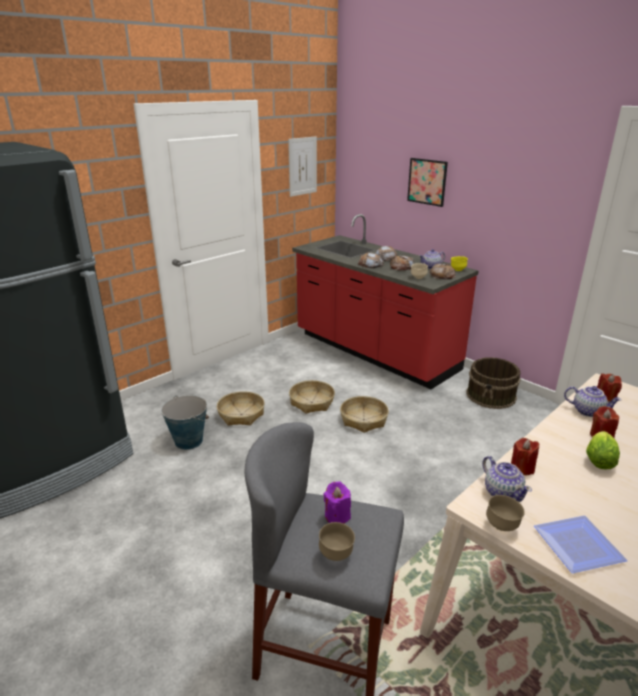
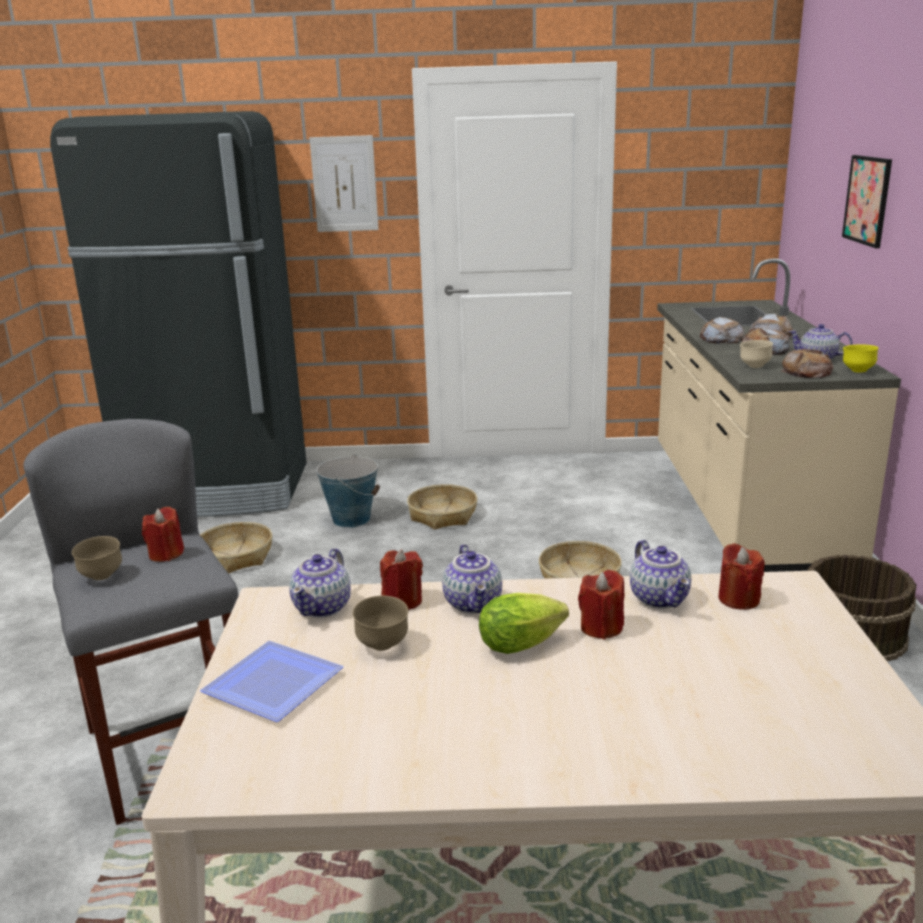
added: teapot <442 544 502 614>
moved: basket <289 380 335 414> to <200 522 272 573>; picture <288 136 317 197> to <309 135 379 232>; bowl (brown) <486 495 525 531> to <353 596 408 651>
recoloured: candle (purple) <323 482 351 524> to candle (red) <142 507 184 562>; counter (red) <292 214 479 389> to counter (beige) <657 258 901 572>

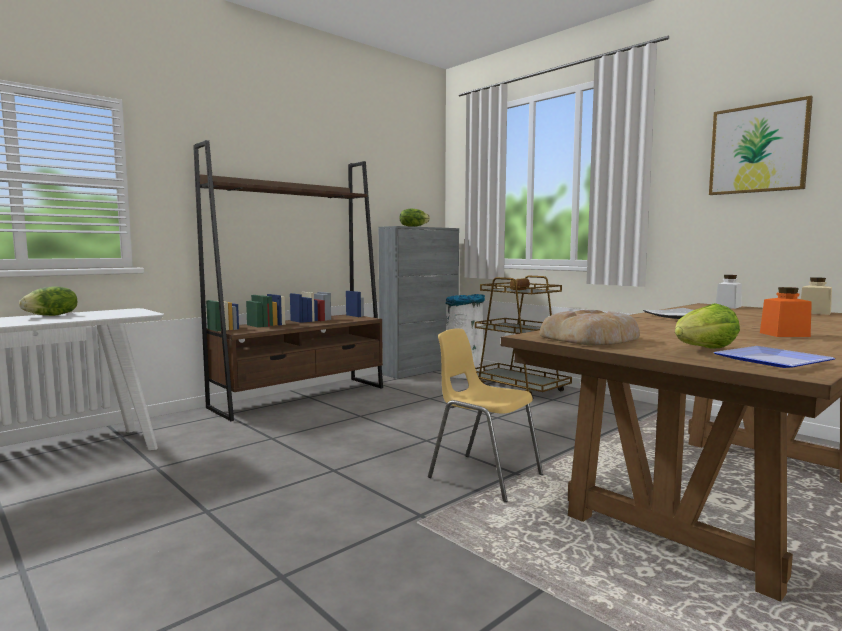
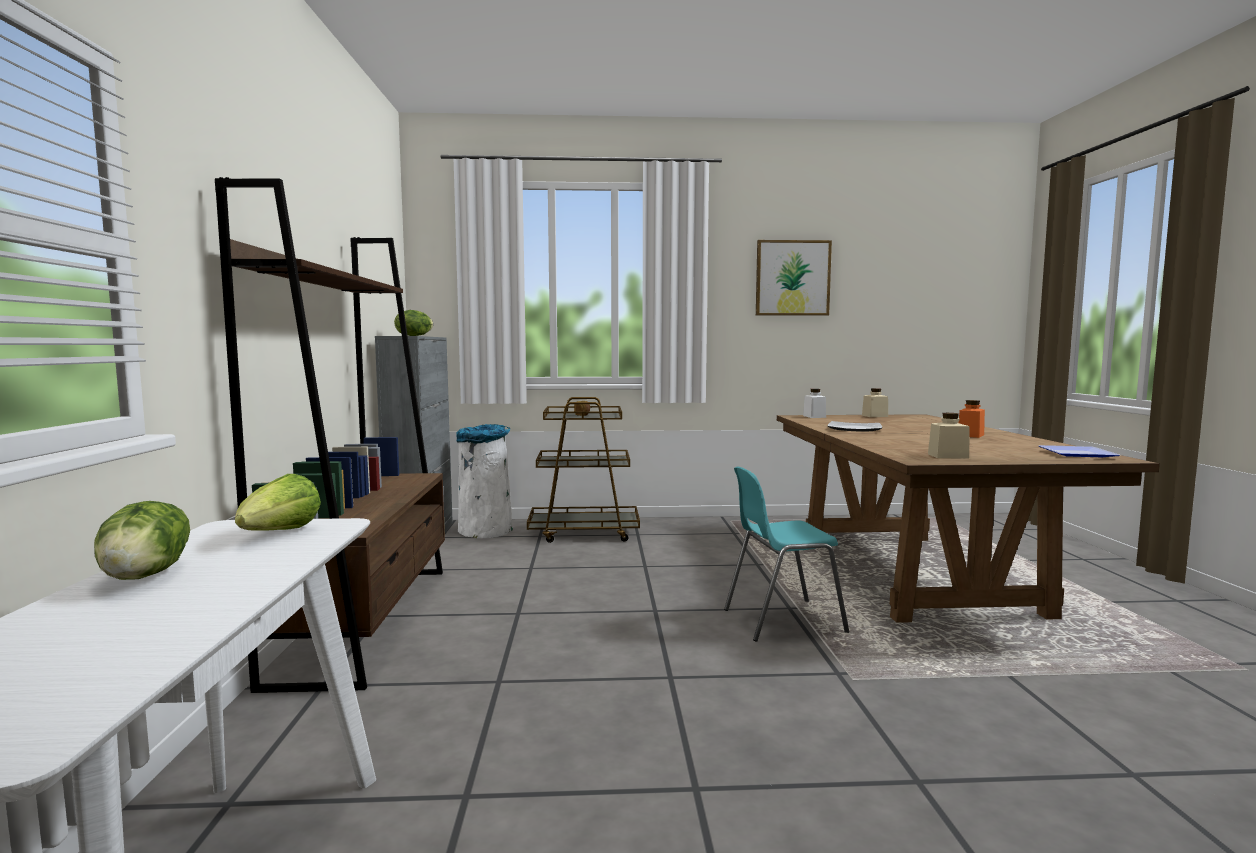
moved: lettuce <675 303 740 349> to <235 474 321 531>
replaced: bread <539 310 640 345> to jar (beige) <928 413 970 459>
recoloured: chair (yellow) <428 329 543 502> to chair (turquoise) <724 467 849 642>

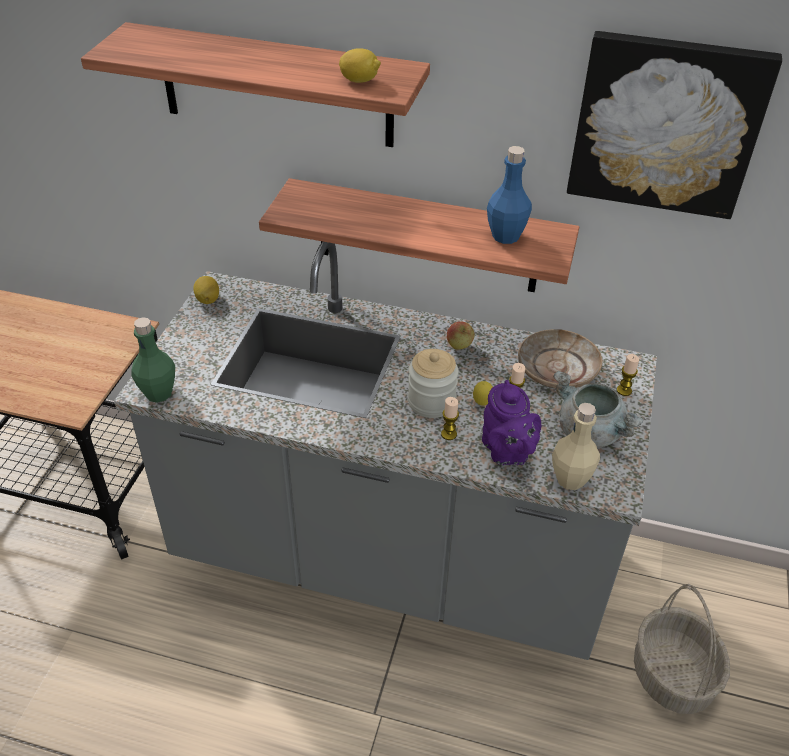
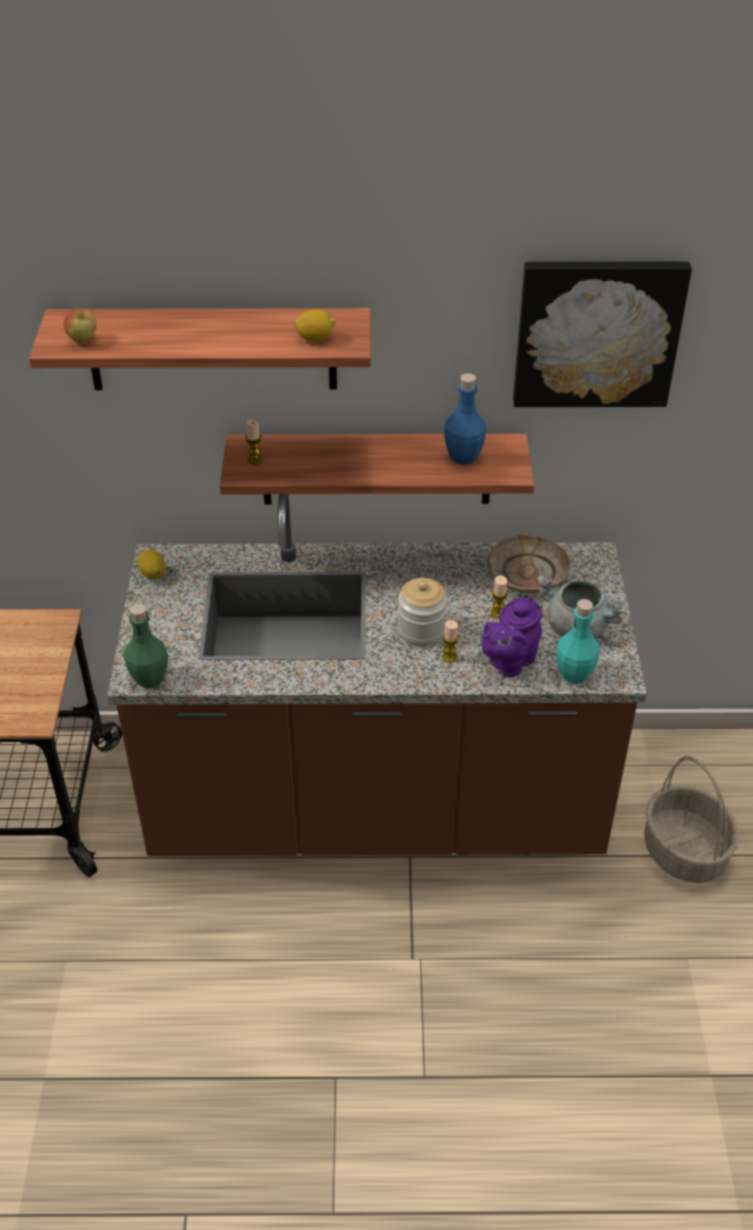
removed: lemon <473 381 493 406>
moved: apple <447 321 474 350> to <64 308 97 342>; candle <617 354 639 396> to <245 419 263 465>
recoloured: counter (grey) <114 242 657 660> to counter (brown) <107 494 647 856>; bottle (beige) <552 403 600 490> to bottle (turquoise) <556 599 600 684>
turned: teapot (purple) <482 380 541 465> = <482 597 543 677> 75 degrees clockwise

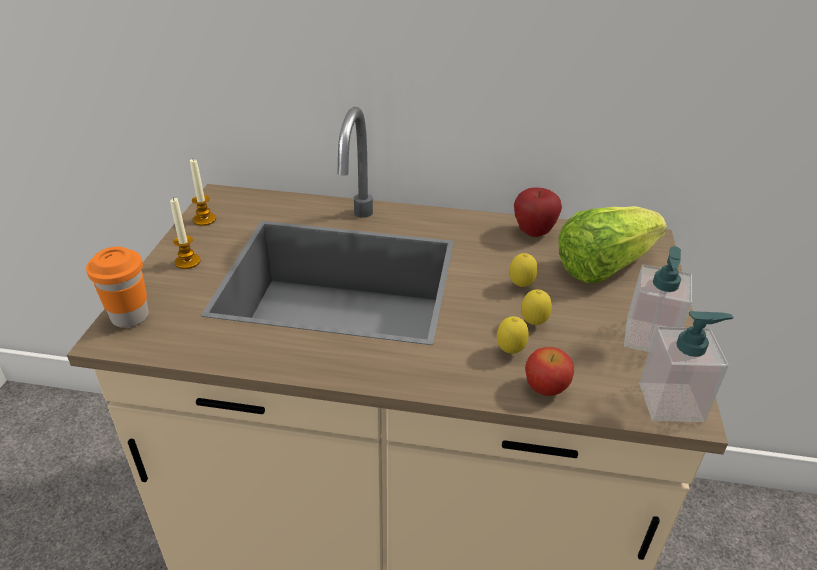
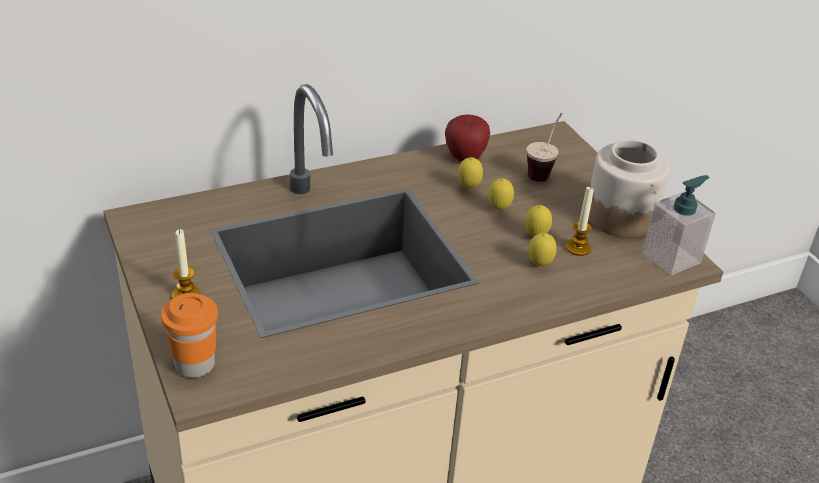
removed: apple <525 347 574 396>
added: lemon <458 157 483 189>
moved: candle <190 159 216 226> to <566 186 594 256>
replaced: lettuce <558 206 667 283> to cup <527 113 562 182>; soap dispenser <624 246 692 352> to jar <588 140 670 238>

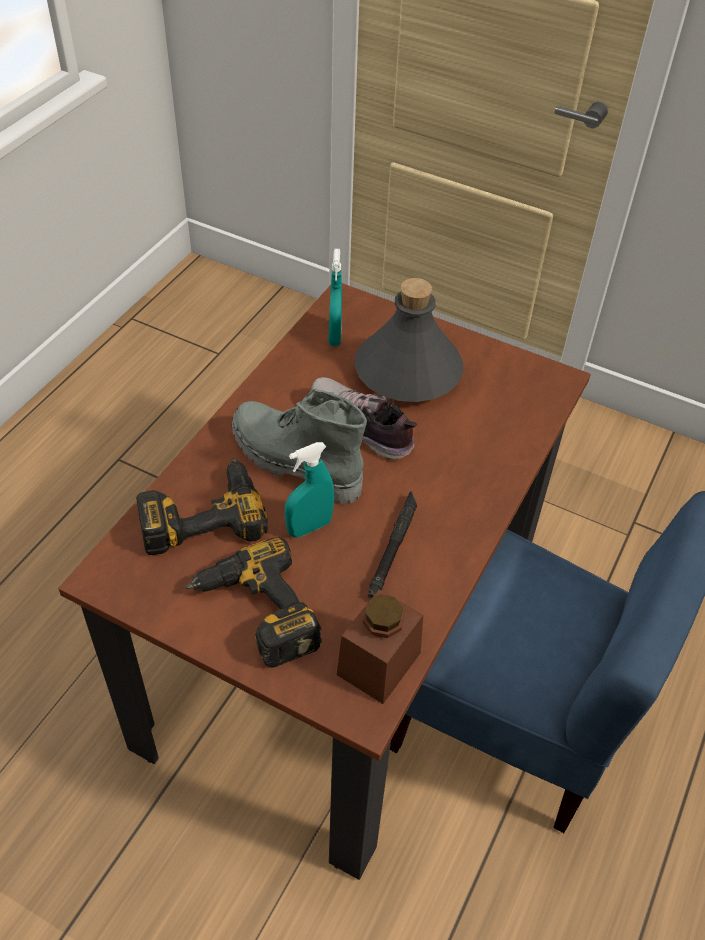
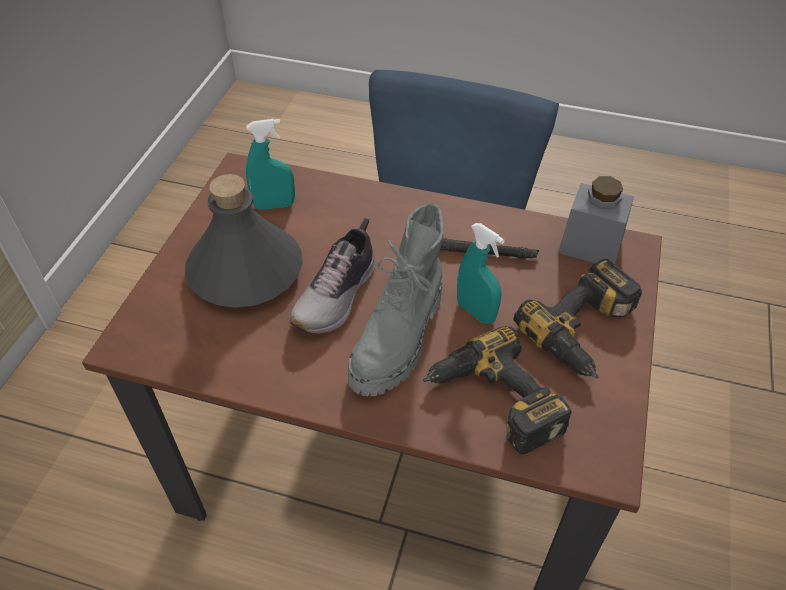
moved: spray bottle (turquoise) <328 249 342 346> to <246 119 295 210>
recoloured: jar (brown) <337 590 423 704> to jar (grey) <558 176 634 264>

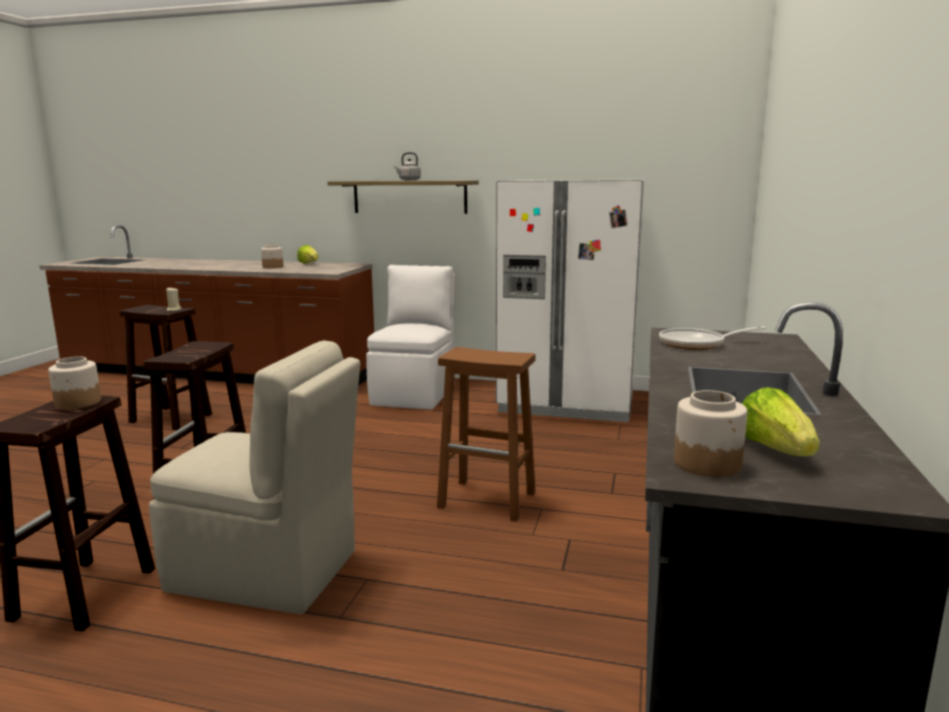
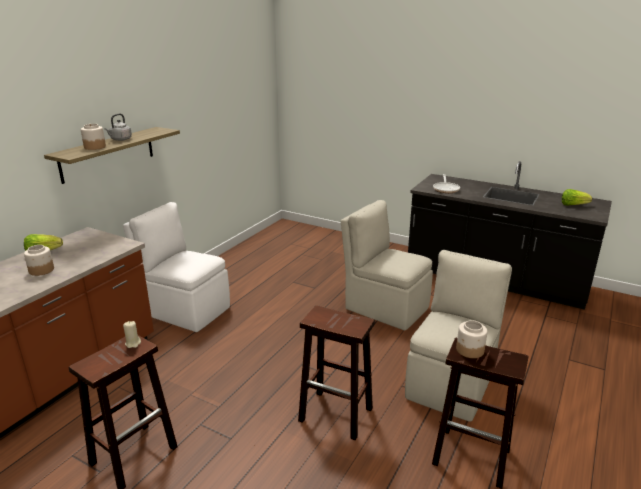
removed: fridge (white) <496 180 645 422>
moved: jar <674 390 747 477> to <81 124 106 150>
replaced: stool (brown) <437 347 536 522> to chair (beige) <341 200 433 331>

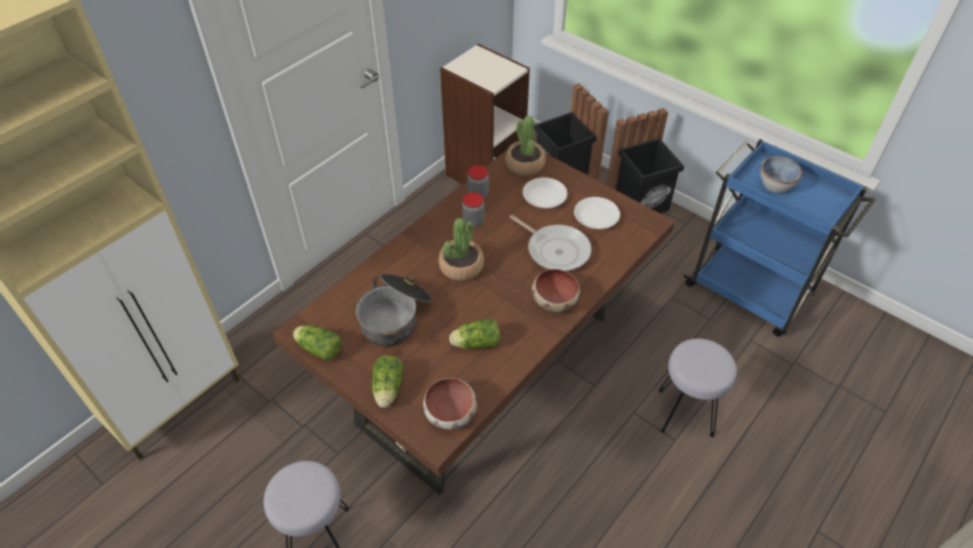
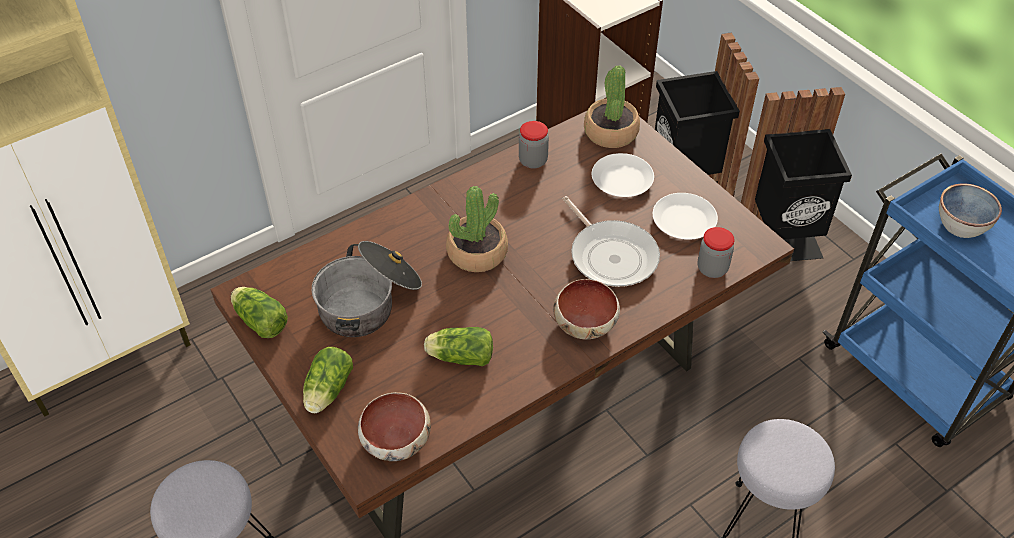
moved: jar <462 192 485 228> to <698 227 735 278>

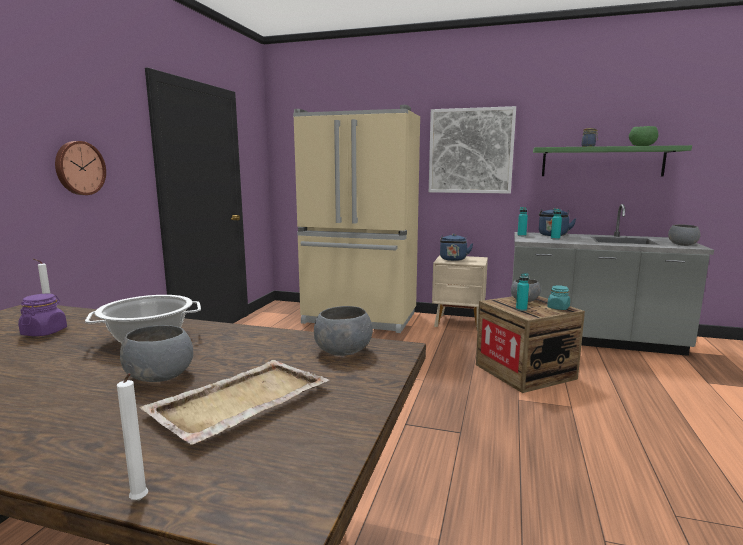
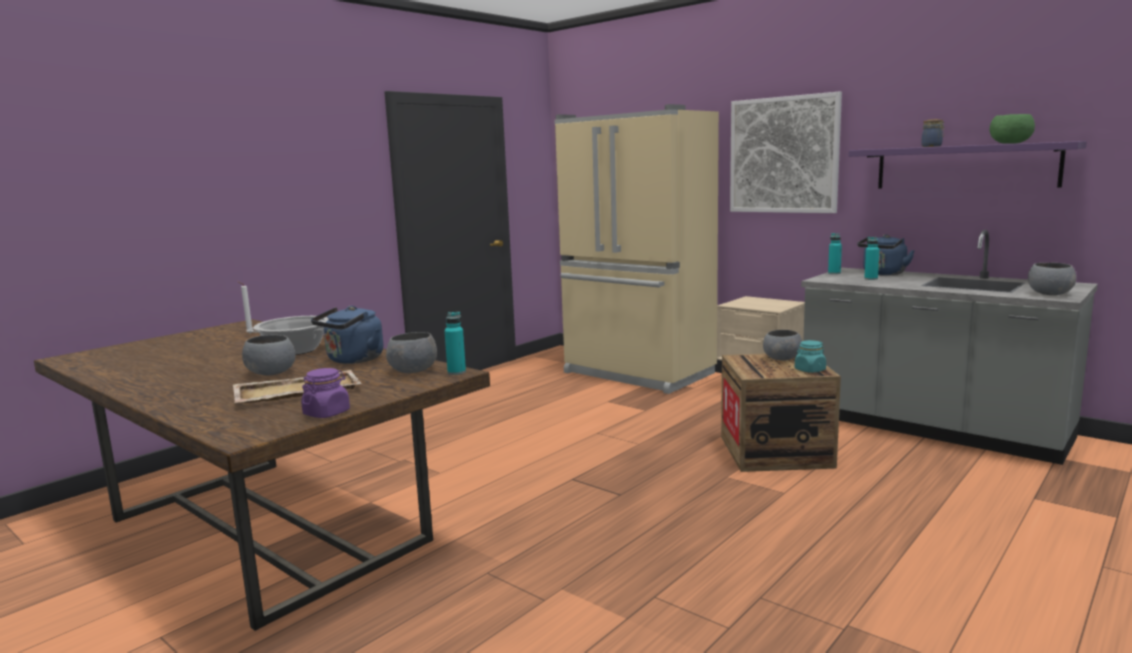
removed: wall clock <55 141 106 195>; candle (white) <117 373 148 500>
moved: jar (purple) <18 294 67 336> to <301 368 350 418>; kettle (blue) <440 234 473 261> to <311 306 383 364>; bottle (turquoise) <516 273 529 311> to <444 312 466 375>
recoloured: shelf (green) <533 145 692 177> to shelf (purple) <849 141 1087 188>

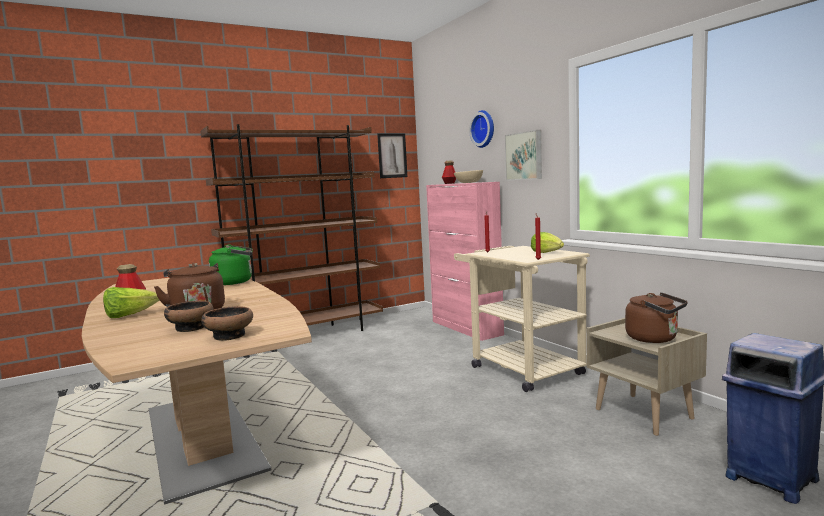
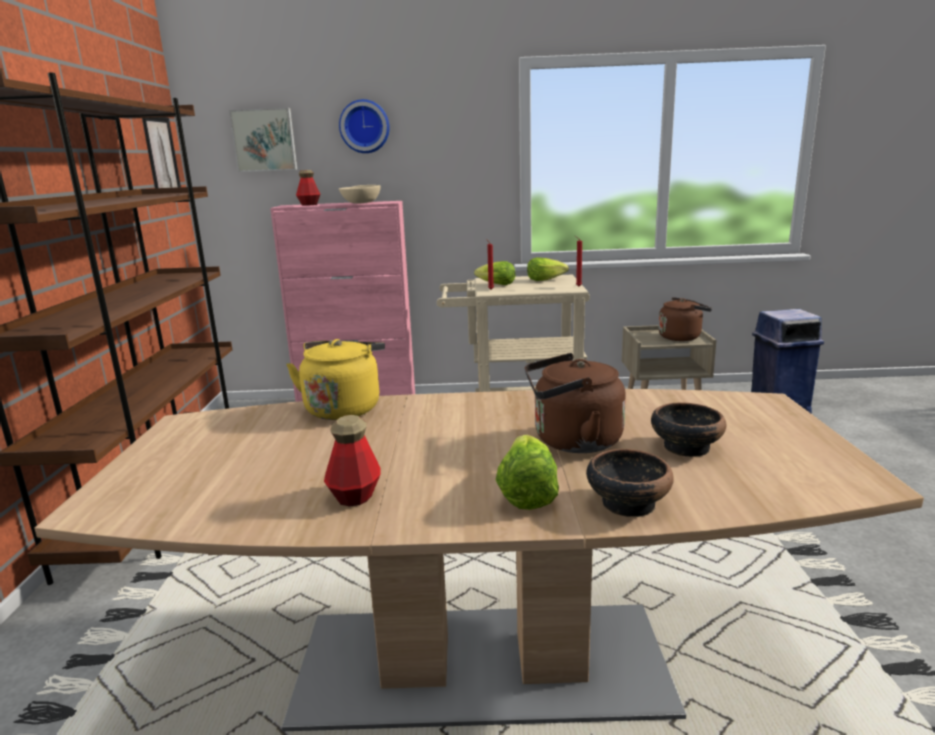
added: lettuce <474 261 515 285>
moved: picture <505 130 542 181> to <229 108 297 172>; bowl <201 306 253 341> to <586 449 674 517>
recoloured: kettle (green) <209 245 253 285> to kettle (yellow) <286 339 385 420>

